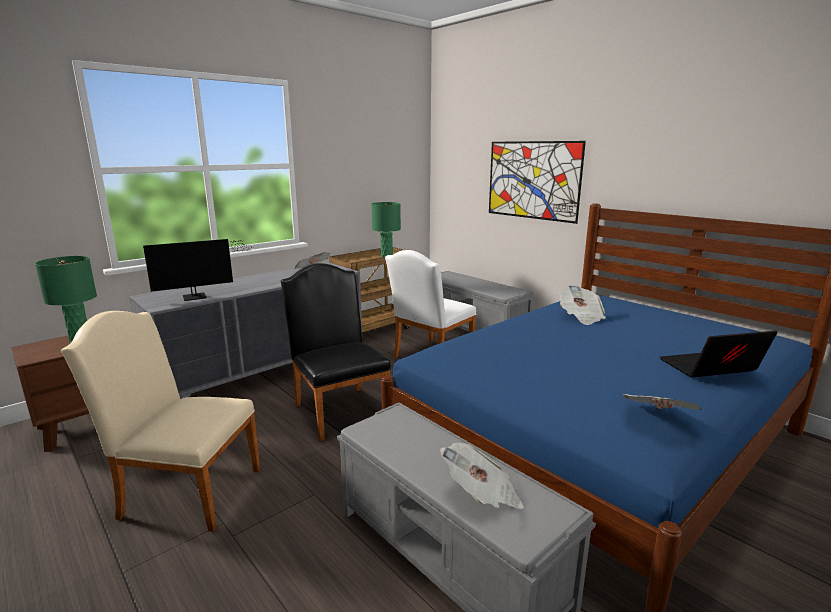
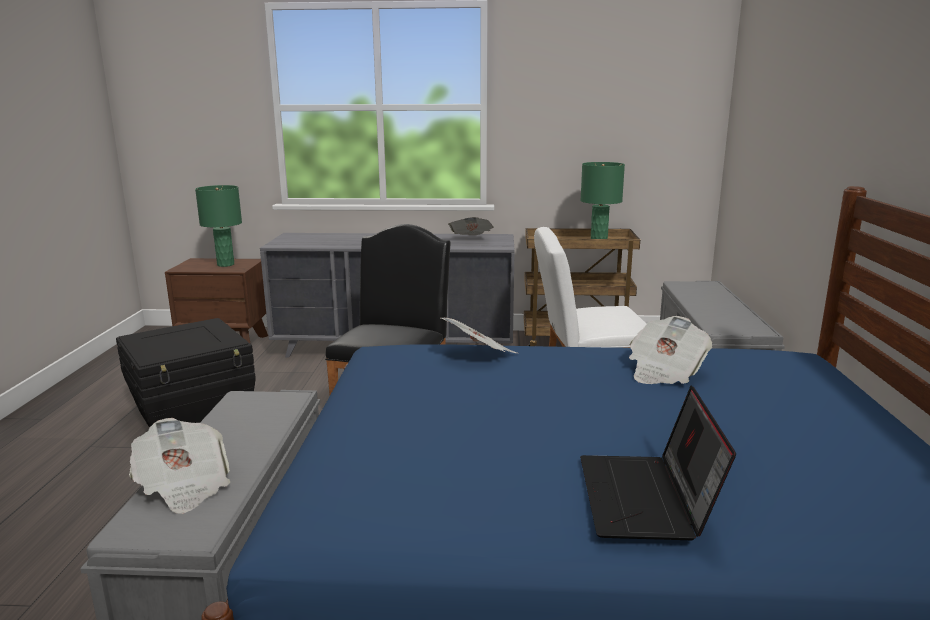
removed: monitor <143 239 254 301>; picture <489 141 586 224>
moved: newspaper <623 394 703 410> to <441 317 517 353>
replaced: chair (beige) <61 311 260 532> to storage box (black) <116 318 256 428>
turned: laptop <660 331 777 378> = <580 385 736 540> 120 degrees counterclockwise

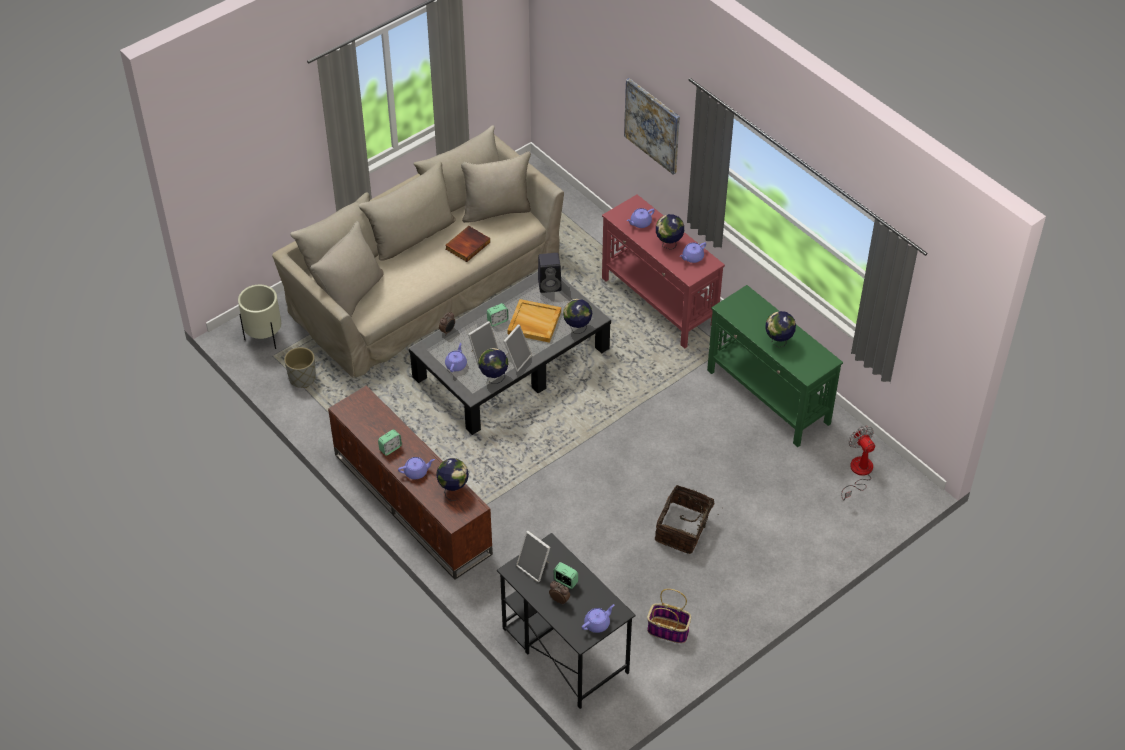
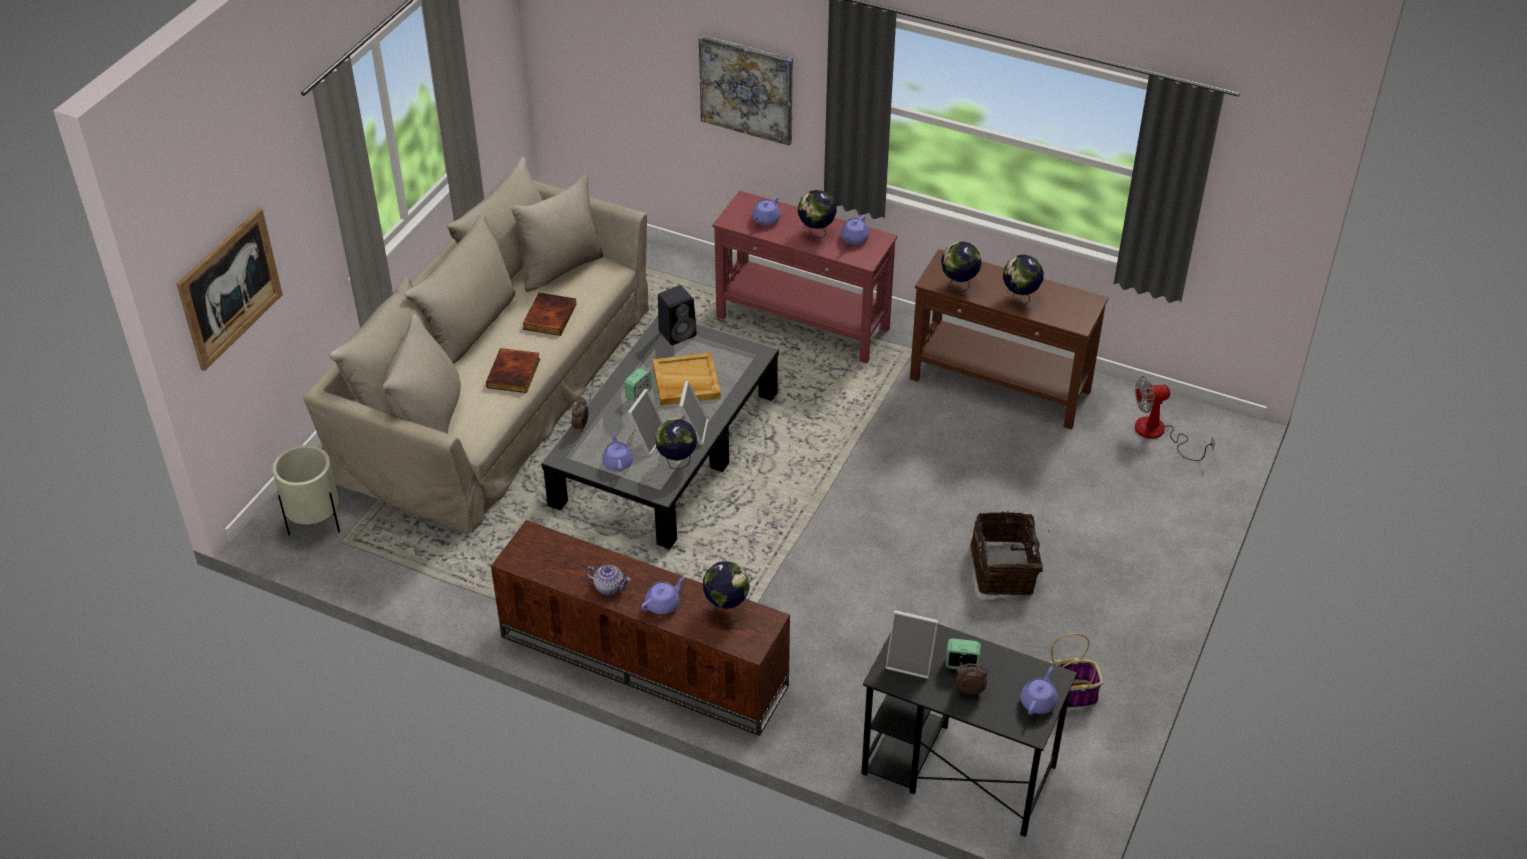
removed: planter (grey) <284 347 316 388>
added: picture <176 208 283 371>; book <486 348 540 393>
moved: globe <563 299 592 334> to <941 241 982 292>
replaced: alarm clock <378 429 402 456> to teapot <585 565 631 595>
recoloured: console table (green) <707 285 843 447> to console table (brown) <910 249 1108 429>
turned: fan <841 426 875 500> = <1135 376 1215 461> 45 degrees counterclockwise

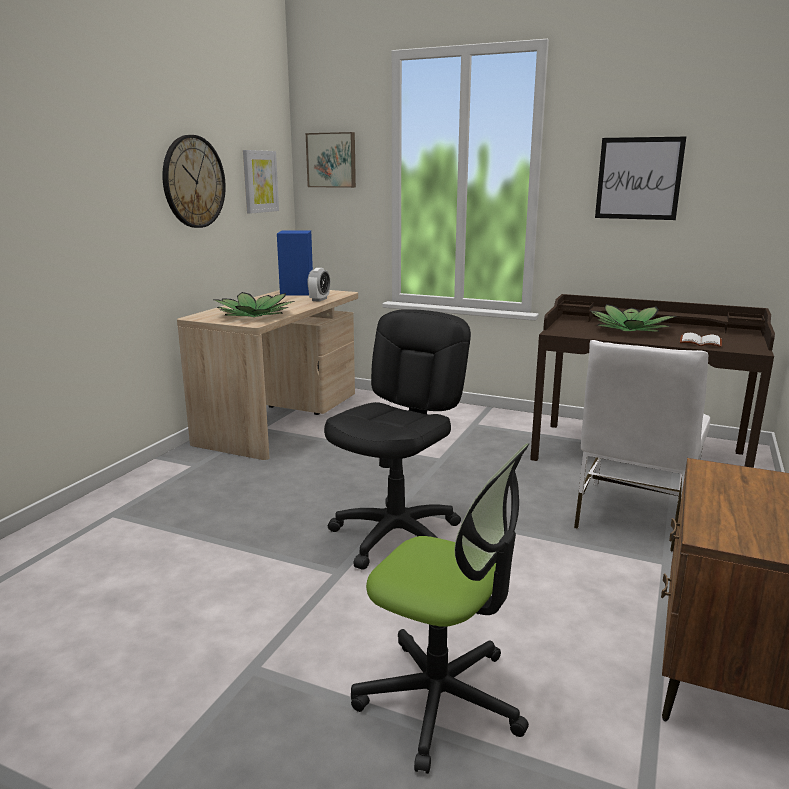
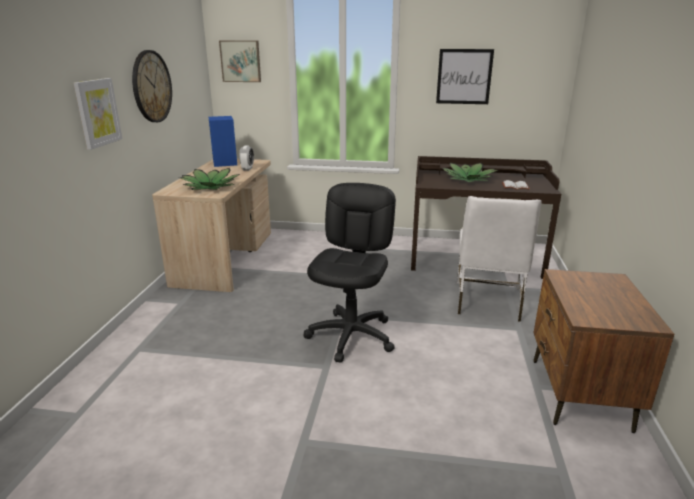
removed: office chair <351 443 529 774>
moved: picture <243 150 279 214> to <74 78 122 150>

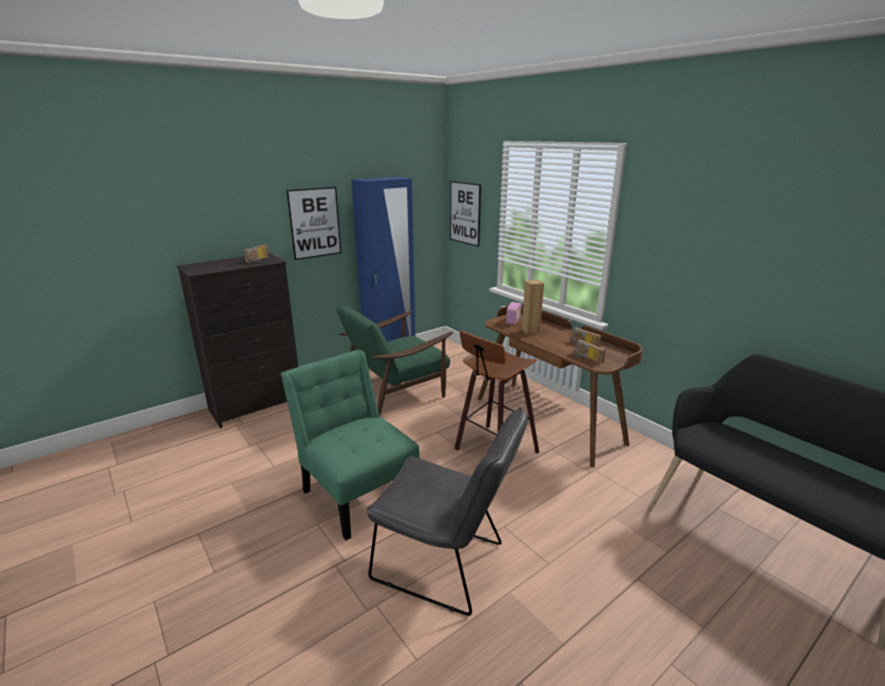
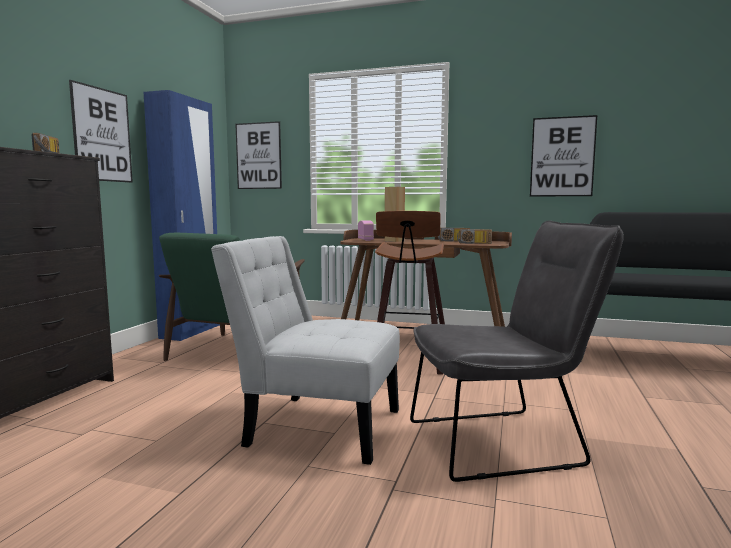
added: picture <530 115 597 197>
recoloured: chair (green) <281 350 420 540> to chair (white) <211 236 400 465>

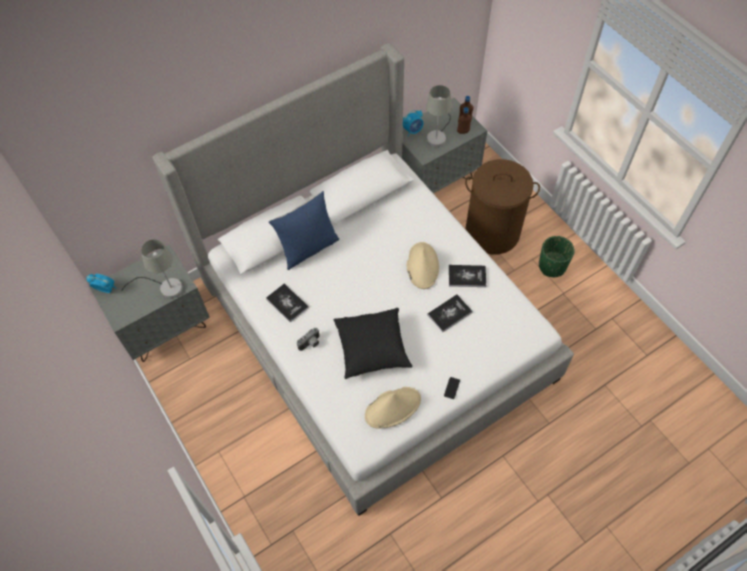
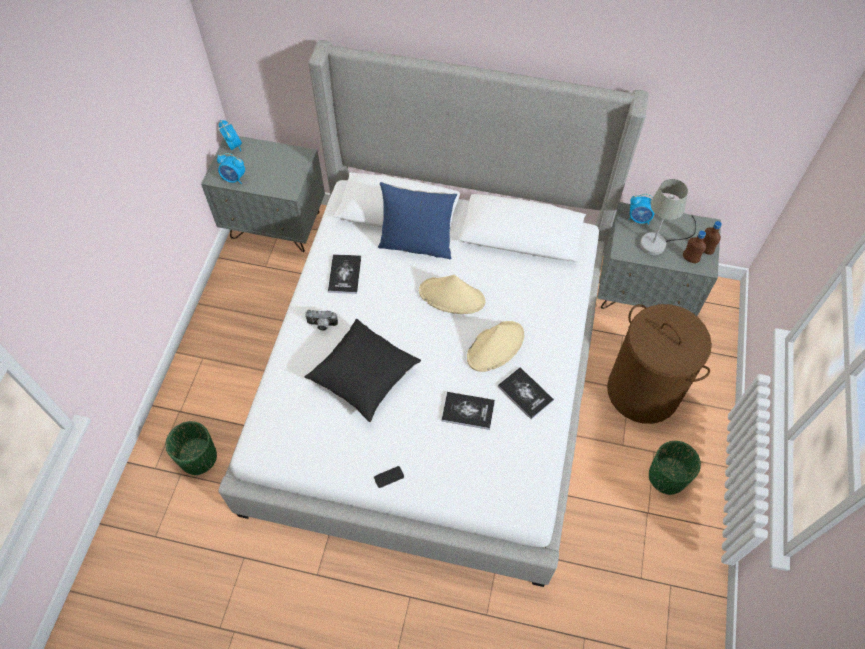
removed: table lamp (grey) <122 239 183 299>
added: planter (green) <166 421 217 475>; alarm clock <217 153 245 184>
moved: hat (beige) <365 387 421 429> to <419 275 485 314>

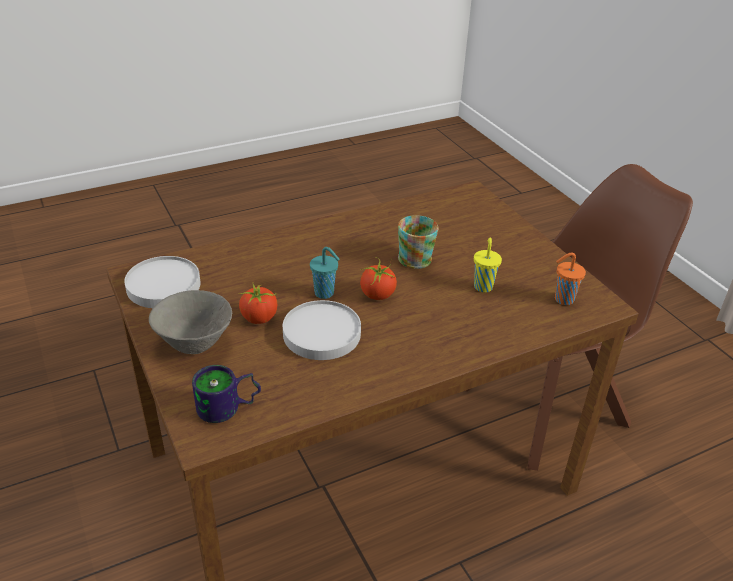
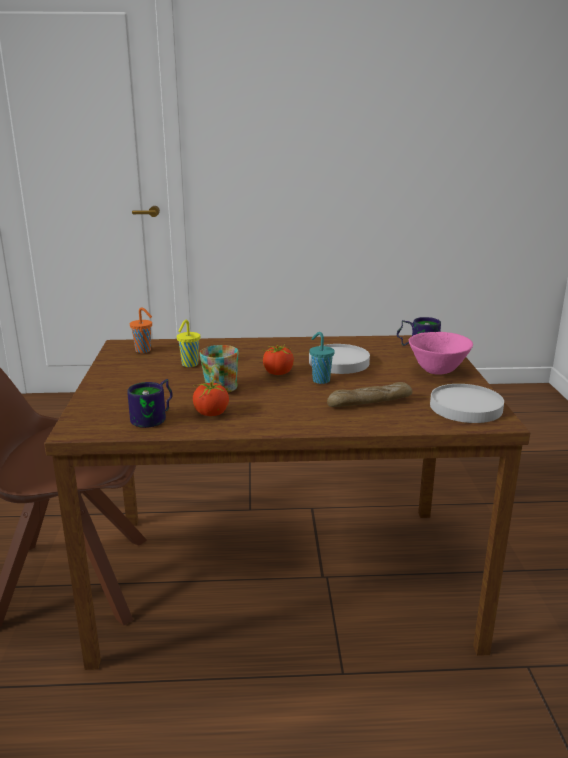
added: mug <127 379 173 428>; bread <327 382 412 407>
moved: tomato <239 284 278 324> to <193 376 229 416>
recoloured: bowl (grey) <149 290 232 354> to bowl (pink) <409 332 473 374>

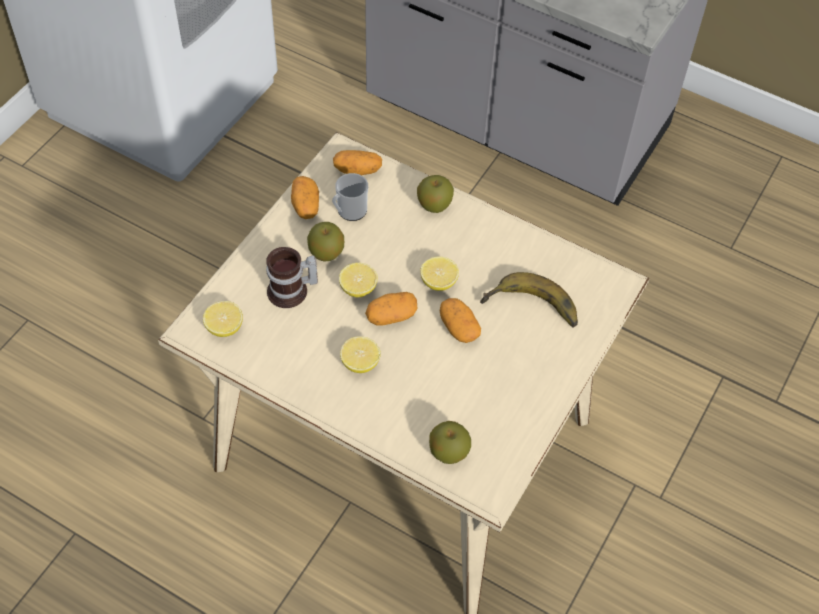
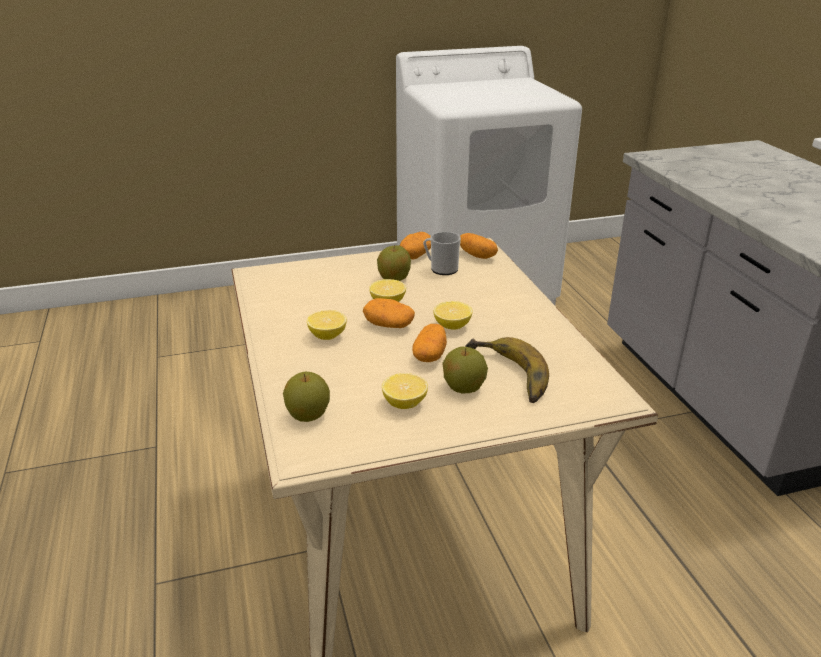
removed: mug <266 247 318 308>
moved: lemon <203 301 243 337> to <382 373 428 409>; apple <417 175 454 213> to <442 347 488 393>

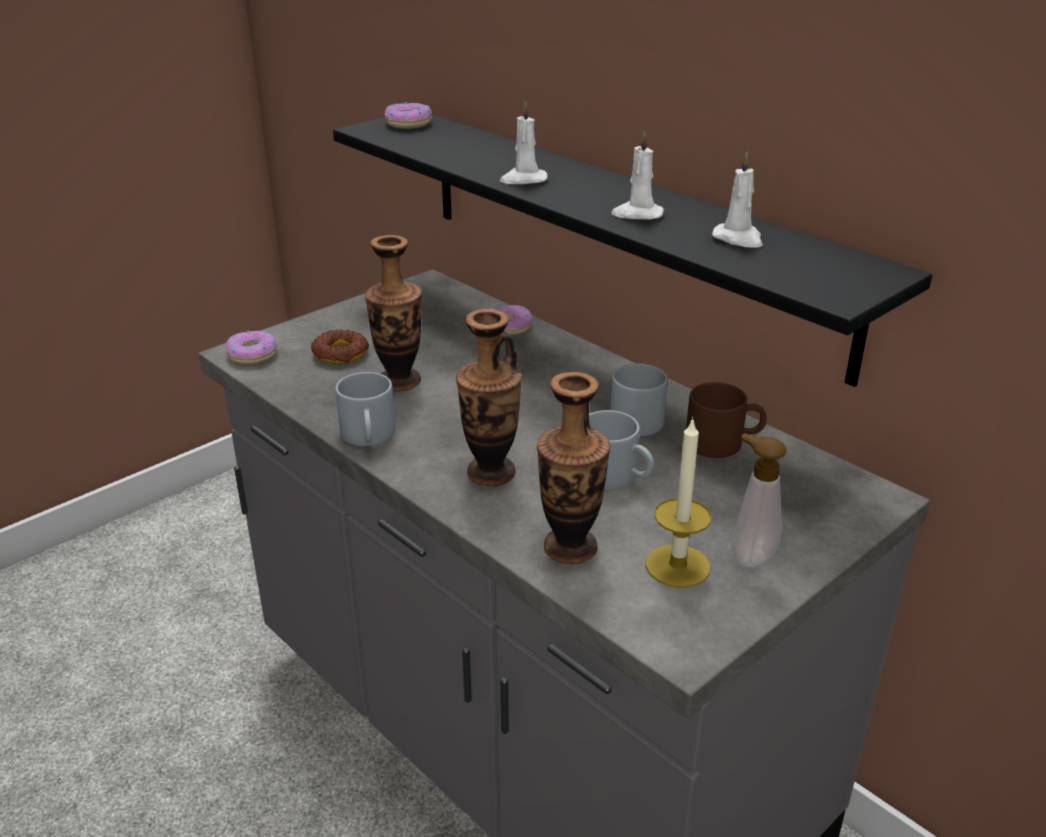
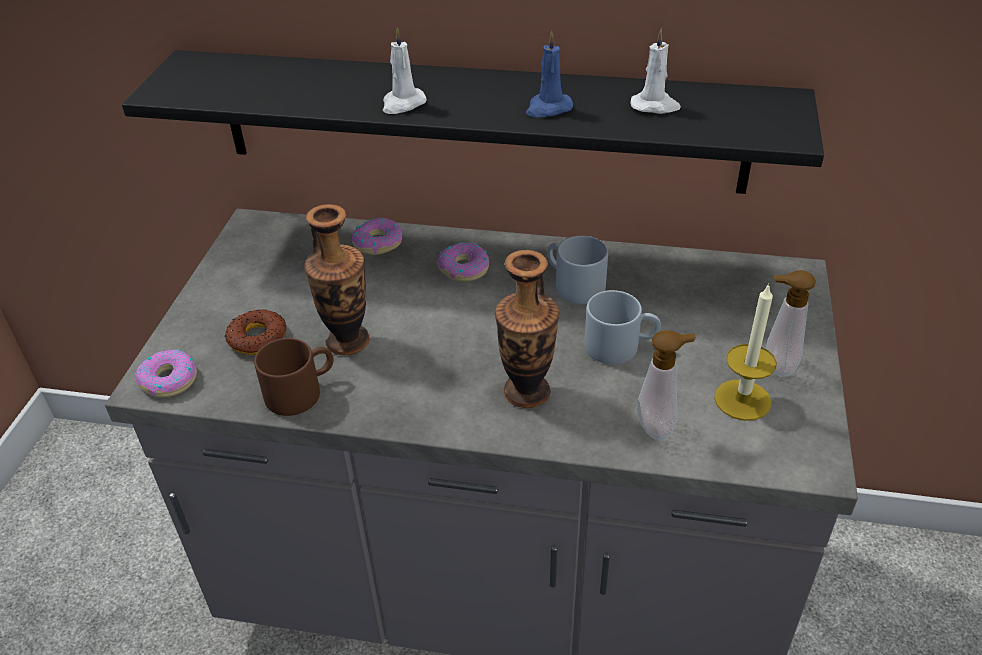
removed: mug (grey) <335 372 395 446>
moved: mug (brown) <686 382 767 458> to <254 338 334 416>; donut <384 102 432 129> to <437 243 489 282>
replaced: vase <537 372 610 564> to soap dispenser <637 330 696 440>
recoloured: candle (white) <611 131 664 220> to candle (blue) <526 31 573 117>

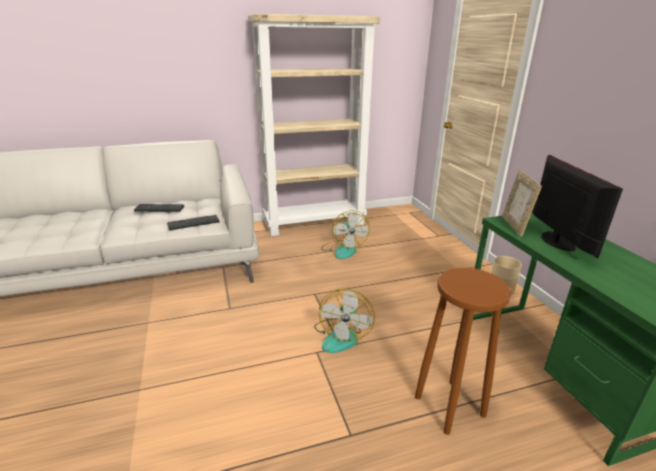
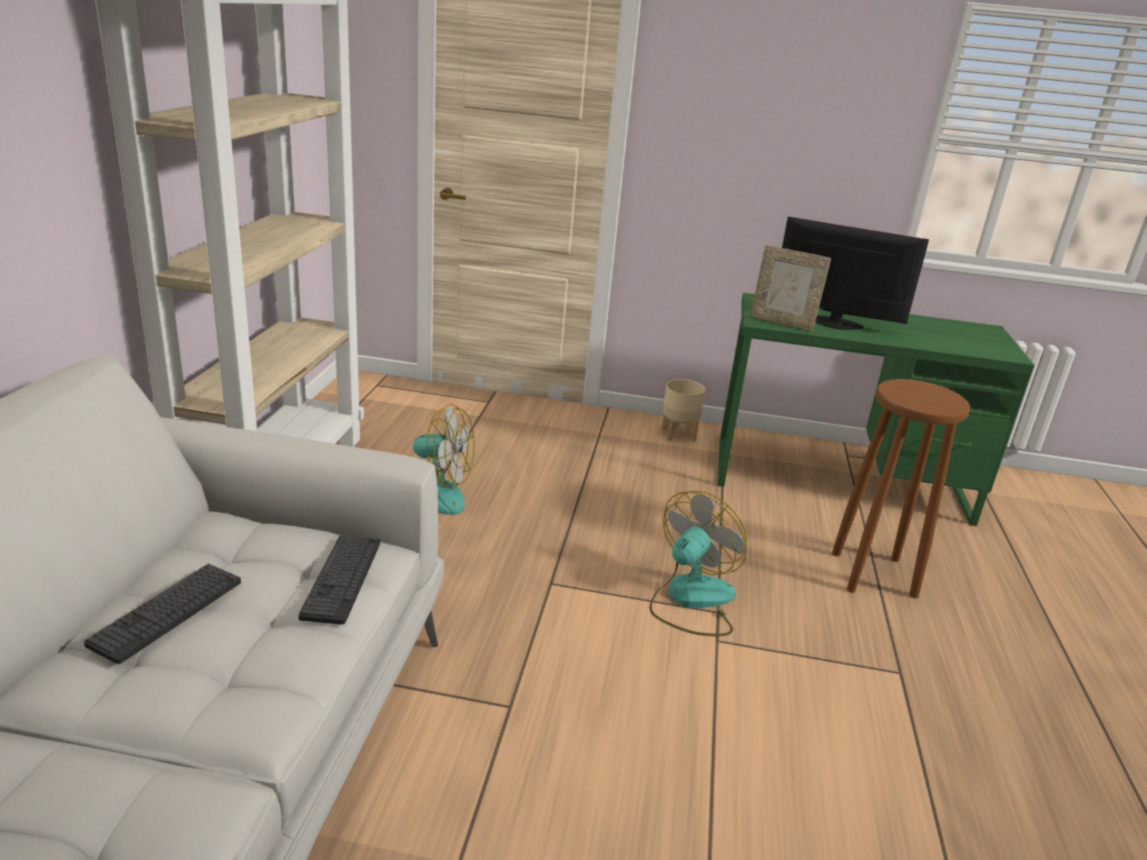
turned: fan <314 289 375 353> = <649 491 747 636> 90 degrees counterclockwise

